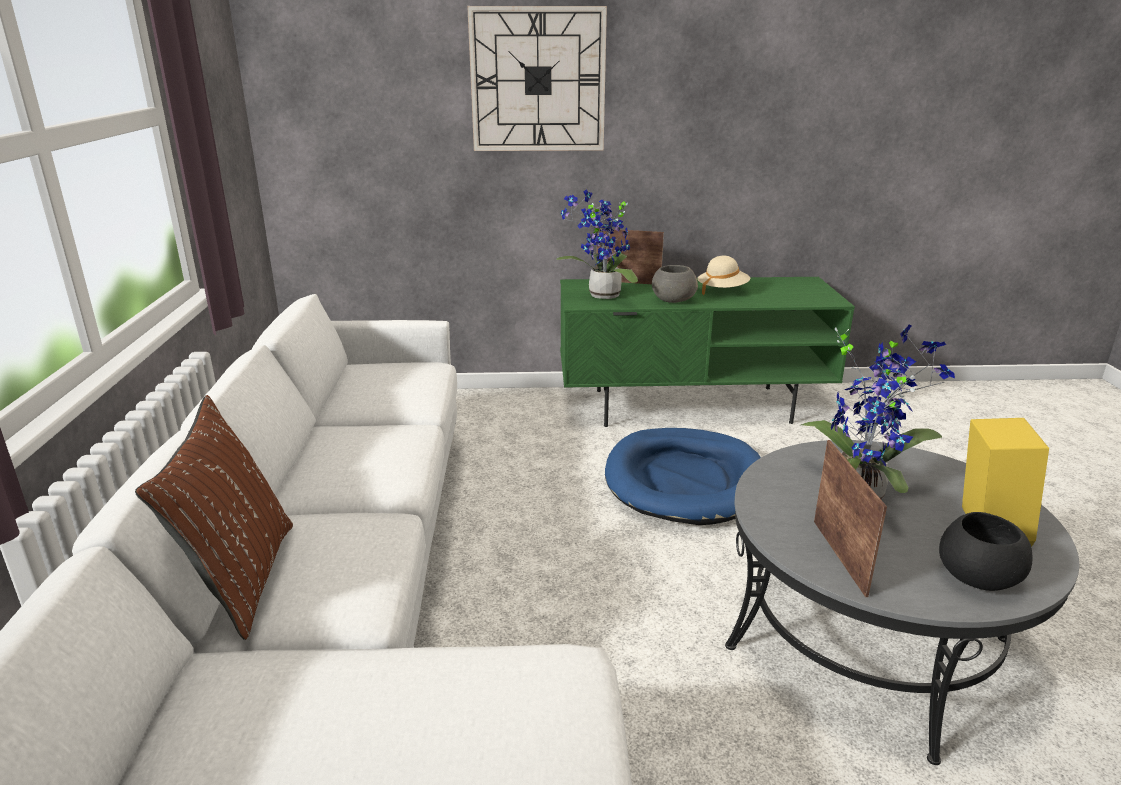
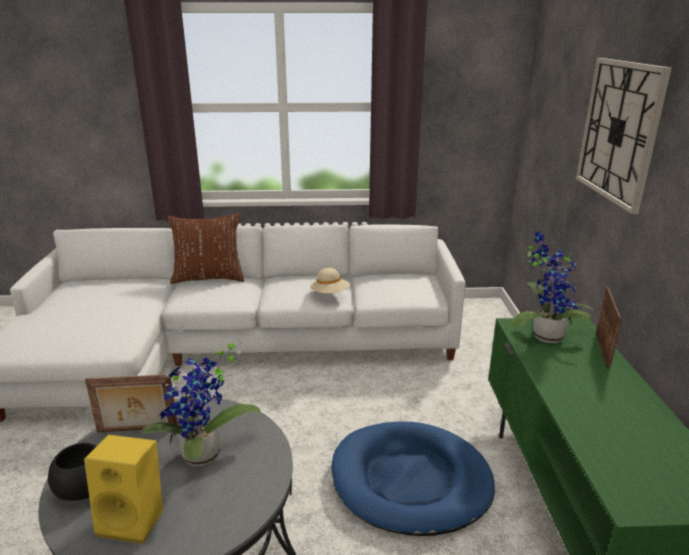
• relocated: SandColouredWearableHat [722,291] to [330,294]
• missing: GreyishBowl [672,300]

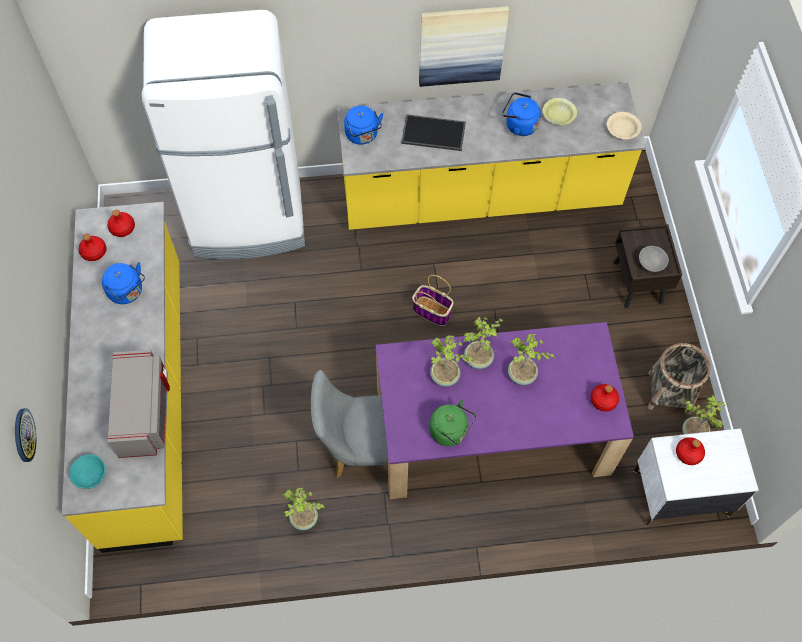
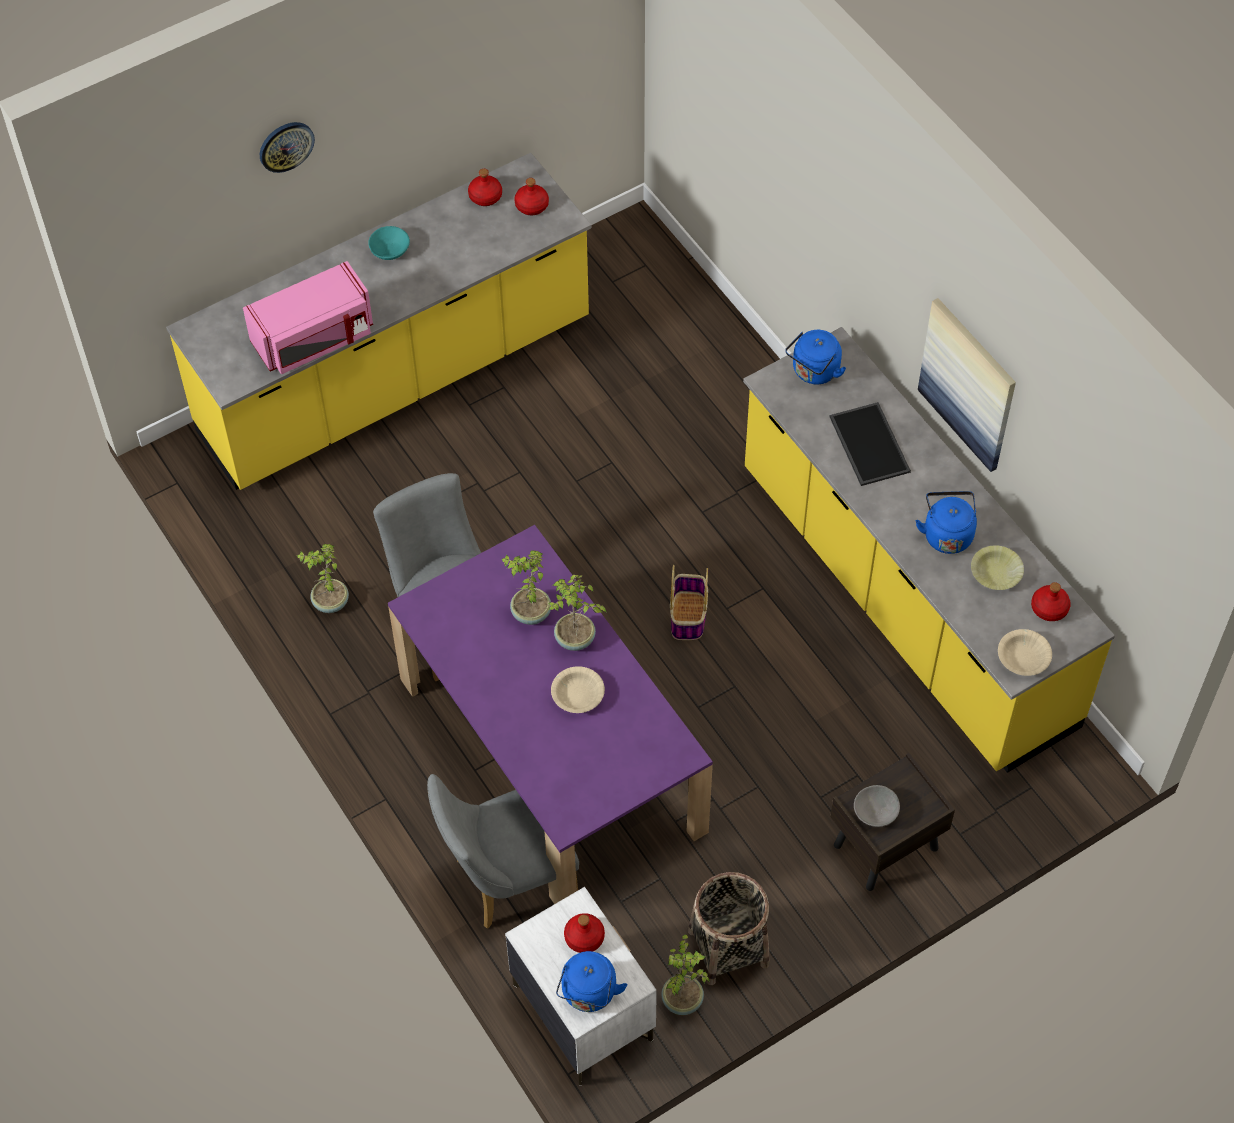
• colour: GreyishMicrowave [145,413] to PinkishMicrowave [314,339]
• relocated: ClockOnTheWall [23,435] to [286,146]
• relocated: BlueGreenBowl [90,475] to [389,251]
• appeared: GreyishUprightChair [507,880]
• exchanged: PlantInAPot [521,376] to SandColouredBowl [578,694]
• relocated: BlueColouredWaterKettle [128,292] to [589,994]
• relocated: ReddishBottle [603,400] to [1048,608]
• missing: WhiteColouredRefrigerator [249,220]
• missing: GreenishWaterKettle [451,432]

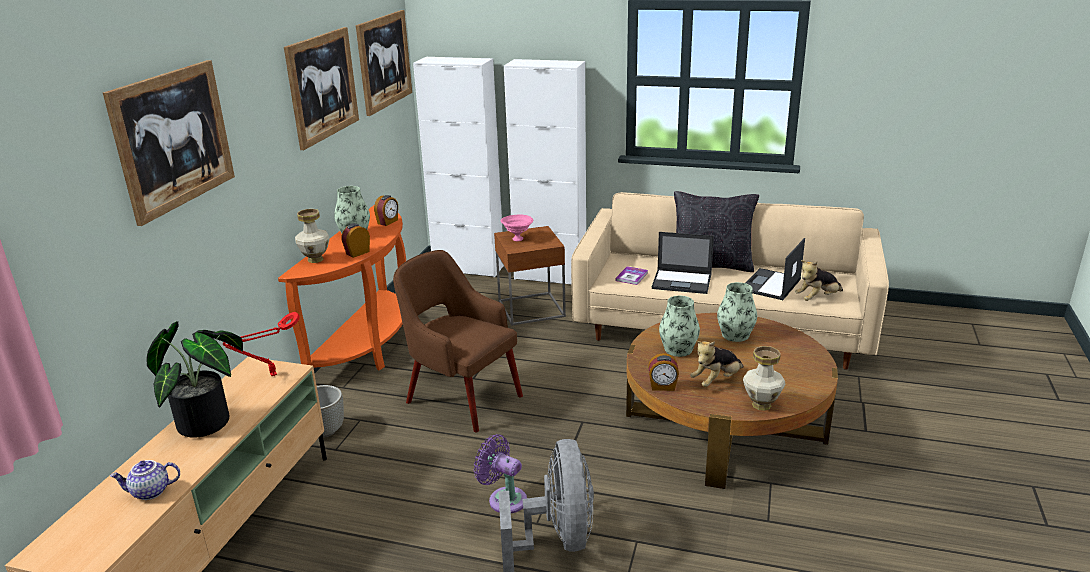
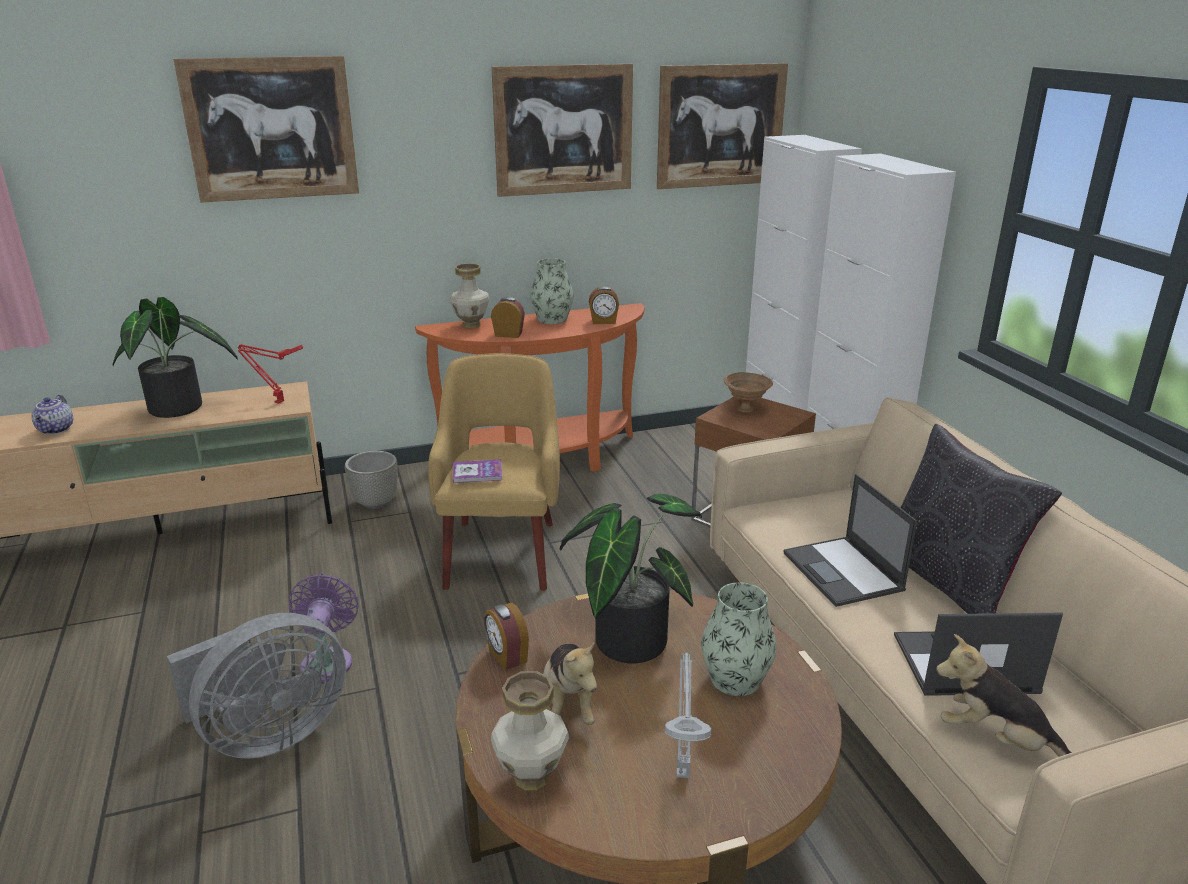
• spun: PotForTea [150,492] = [57,430] 135 degrees counterclockwise
• colour: BrownColouredLoungeChair [461,398] to YellowLoungeChair [502,551]
• relocated: BoundBook [631,276] to [477,473]
• spun: SoftToy [716,381] = [568,703] 120 degrees counterclockwise
• exchanged: FlowerVase [678,349] to PlantInAPot [628,636]
• appeared: GreyishTabletopLamp [682,771]
• colour: PinkishBowl [517,239] to BrownColouredBowl [745,409]

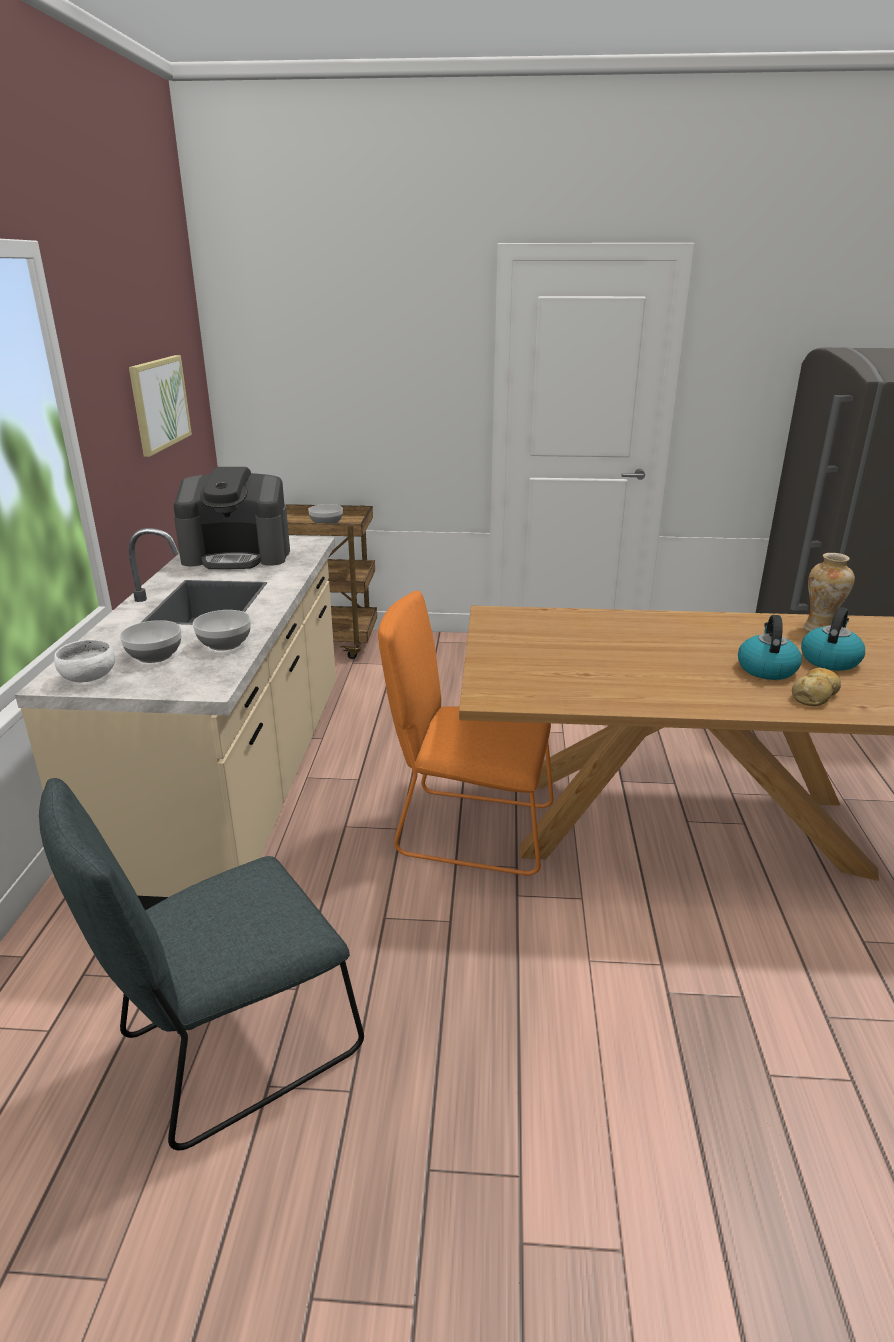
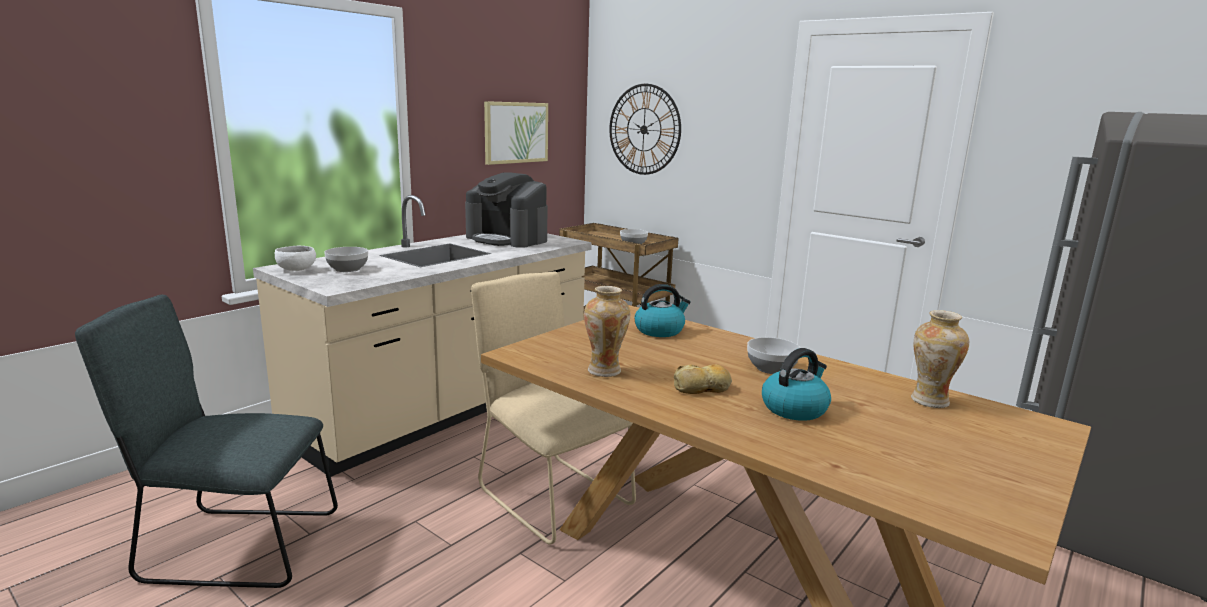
• colour: OrangeUprightChair [467,829] to SandColouredUprightChair [549,494]
• appeared: FlowerVase [605,371]
• appeared: ClockOnTheWall [644,129]
• relocated: WaterKettle [829,660] to [660,330]
• relocated: BakeryBread [815,695] to [702,388]
• relocated: Bowl [225,644] to [771,368]

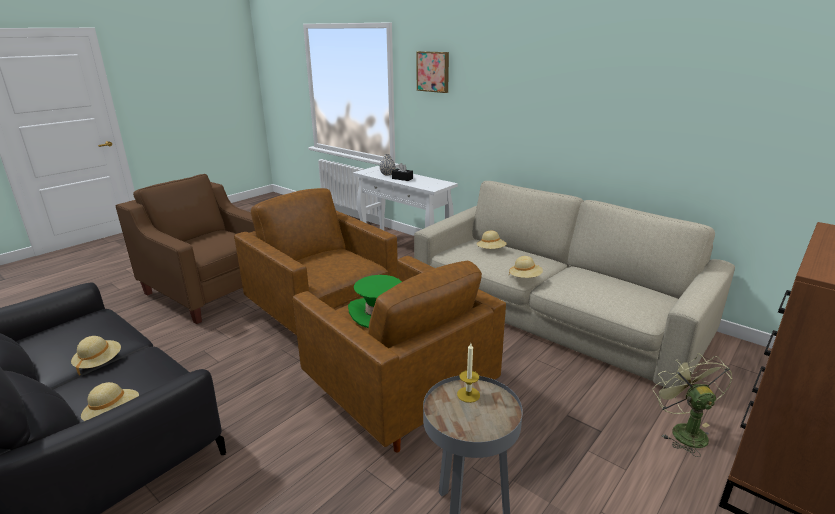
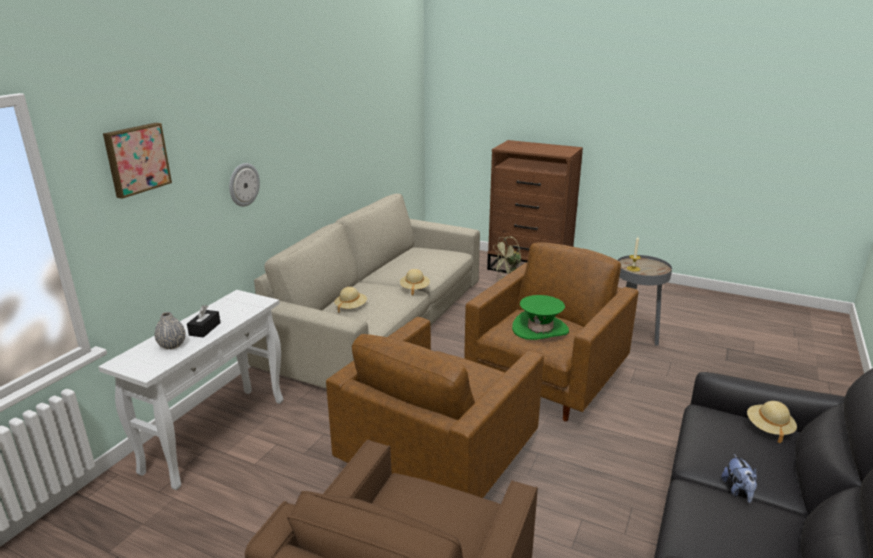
• appeared: ClockOnTheWall [243,184]
• exchanged: SandColouredWearableHat [99,363] to SoftToy [738,491]

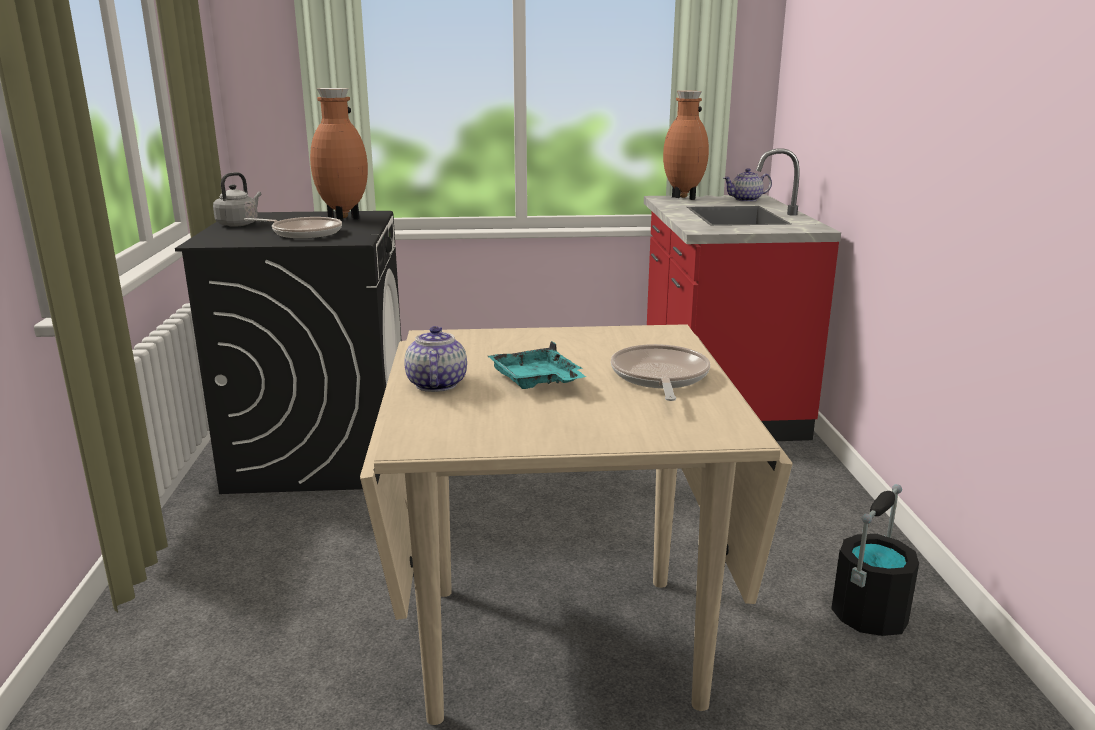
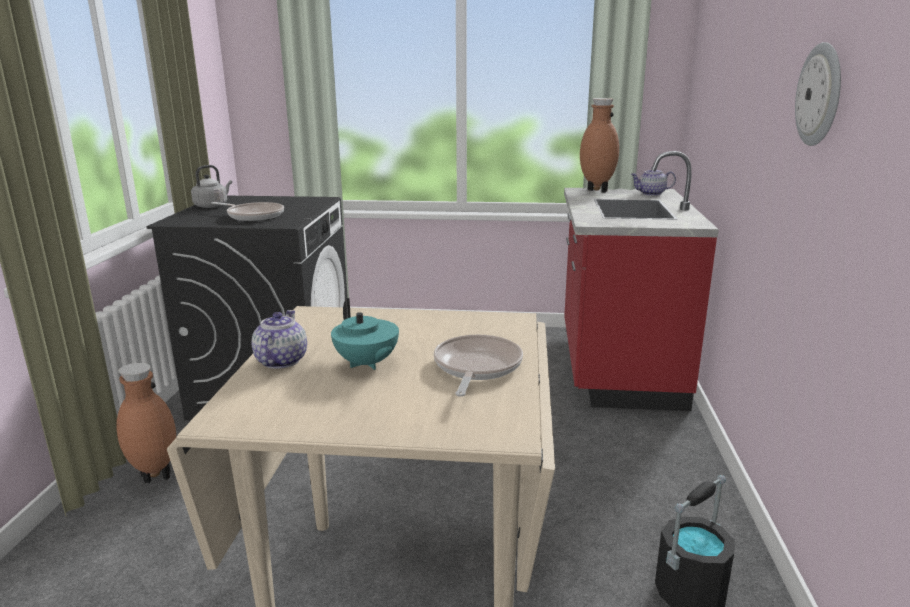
• relocated: BrownColouredFlowerVase [343,219] to [154,477]
• exchanged: BlueGreenServingTray [536,381] to BlueGreenPotForTea [366,363]
• appeared: ClockOnTheWall [820,95]

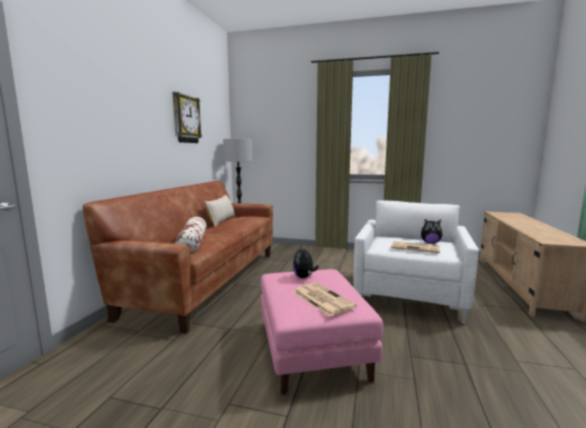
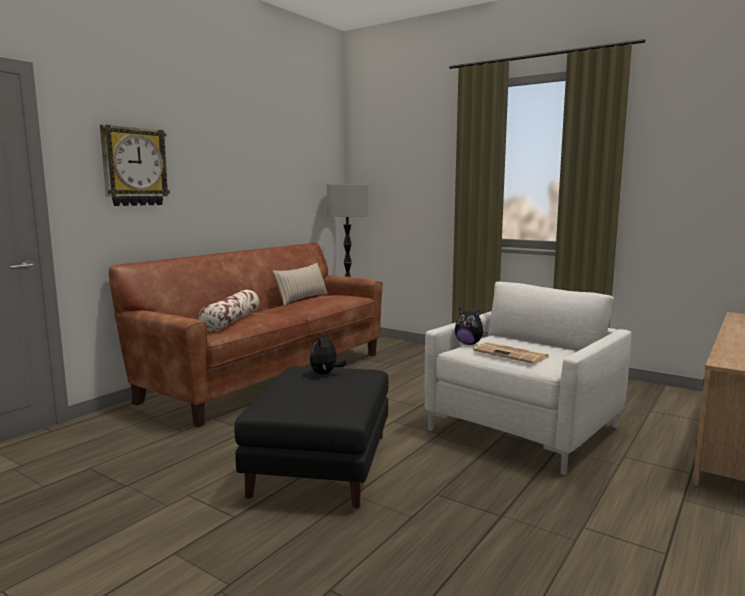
• relocated: ClockOnTheWall [185,119] to [134,167]
• colour: PinkishFootrest [313,350] to BlackFootrest [321,466]
• relocated: SoftToy [430,243] to [469,344]
• missing: PrintedPaper [322,299]

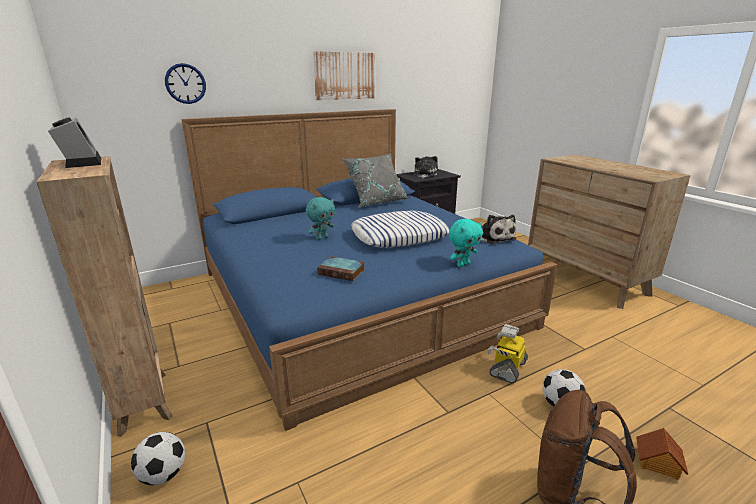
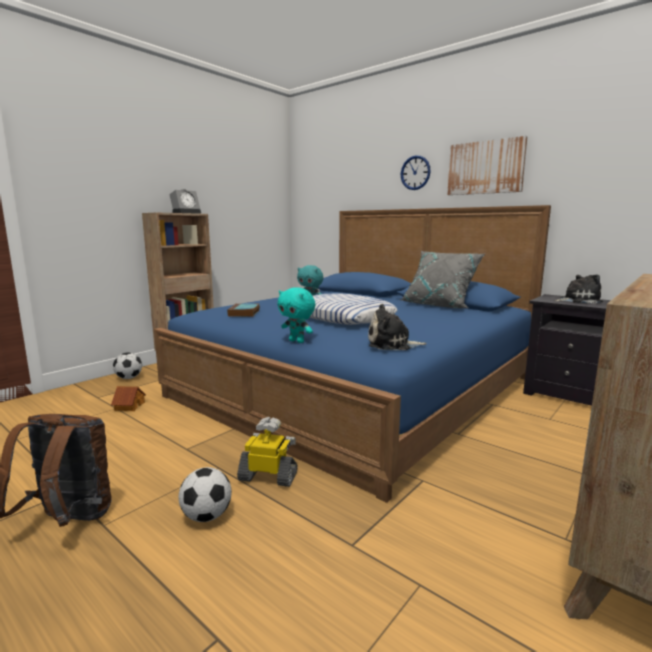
• relocated: MiniatureHouse [657,462] to [129,406]
• spun: SoftToy [494,237] = [392,344] 45 degrees clockwise
• relocated: ClockOnTheWall [185,83] to [415,173]

